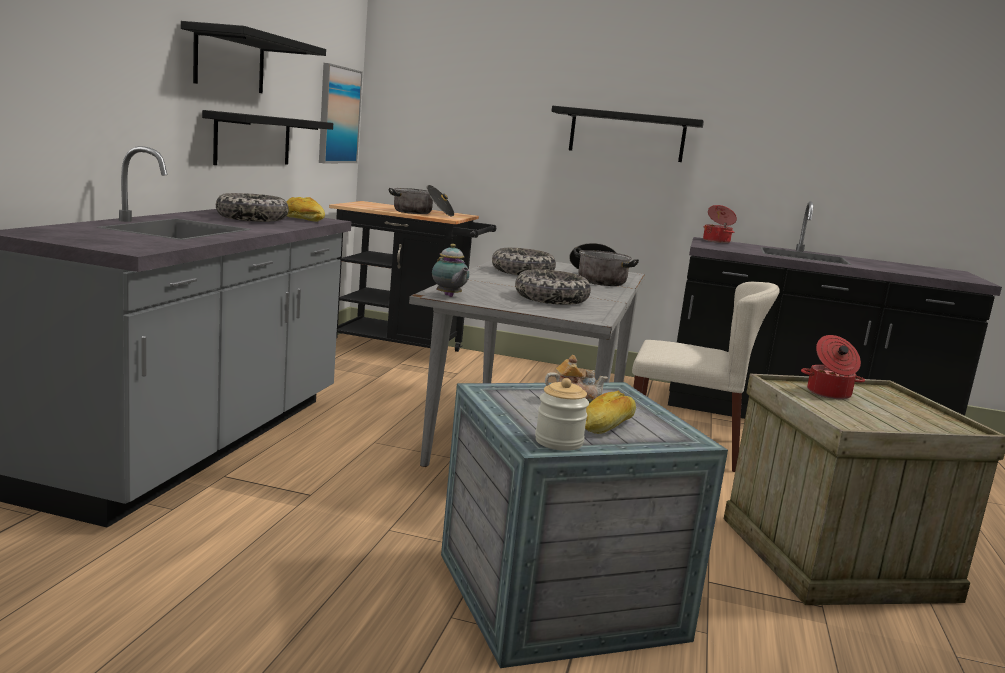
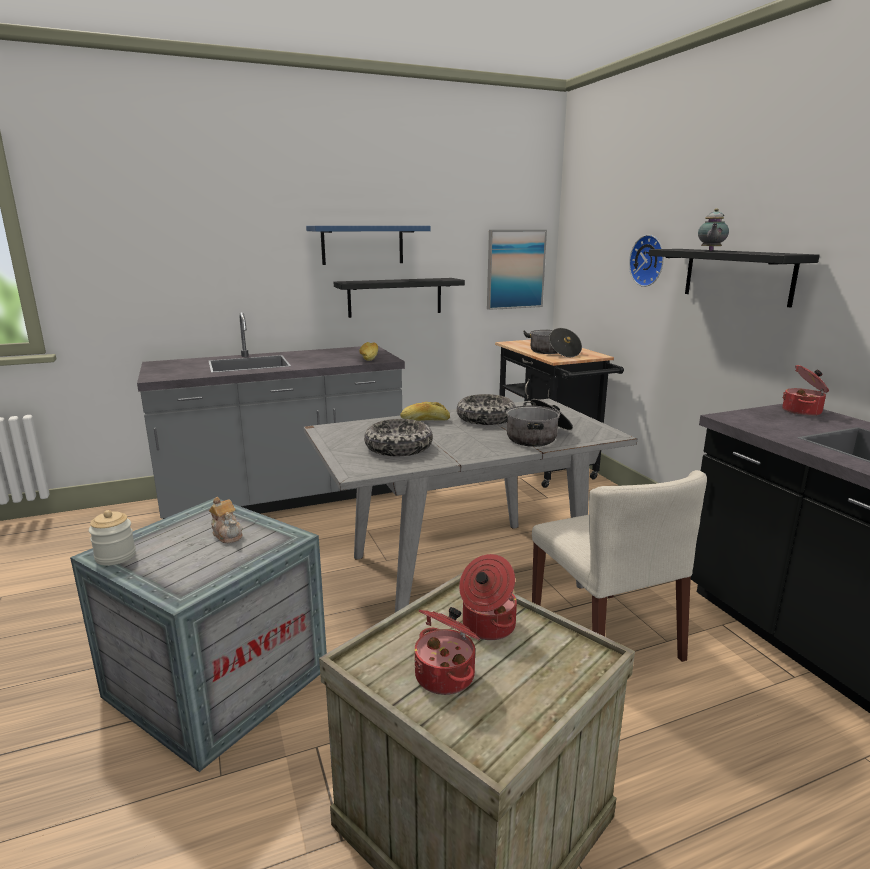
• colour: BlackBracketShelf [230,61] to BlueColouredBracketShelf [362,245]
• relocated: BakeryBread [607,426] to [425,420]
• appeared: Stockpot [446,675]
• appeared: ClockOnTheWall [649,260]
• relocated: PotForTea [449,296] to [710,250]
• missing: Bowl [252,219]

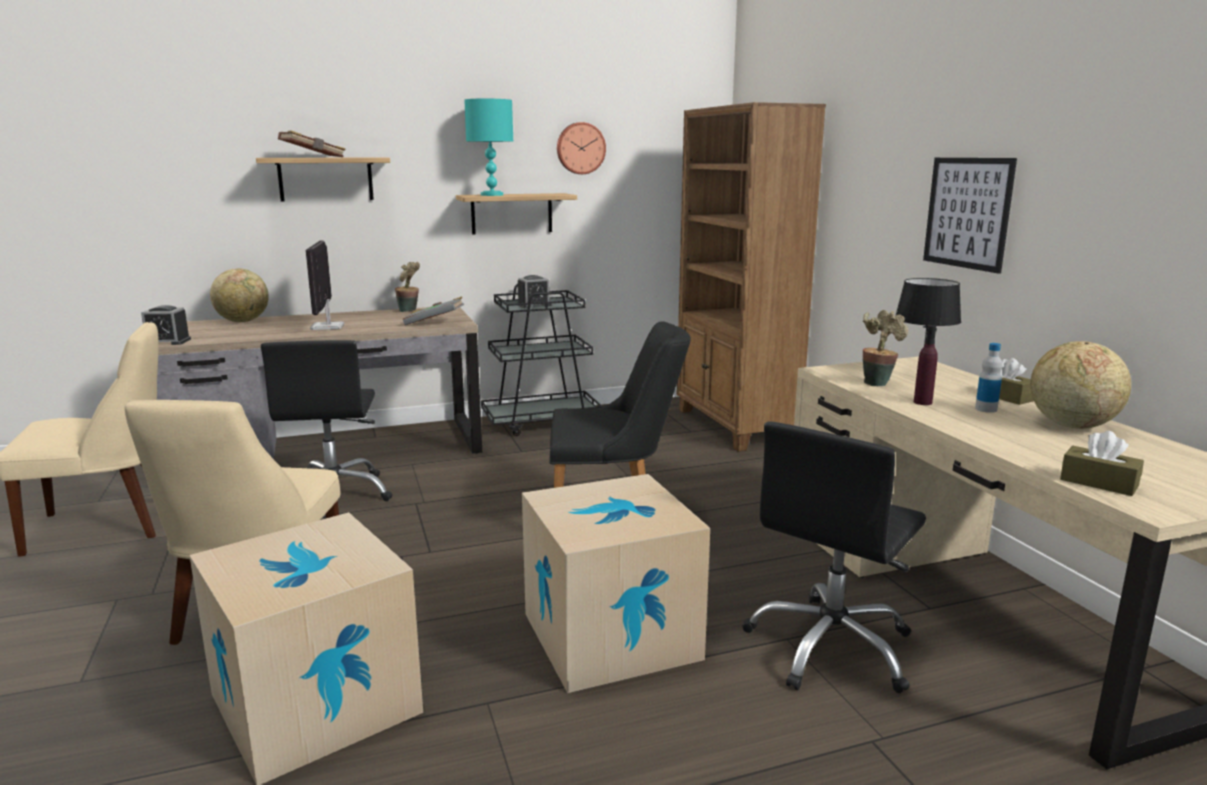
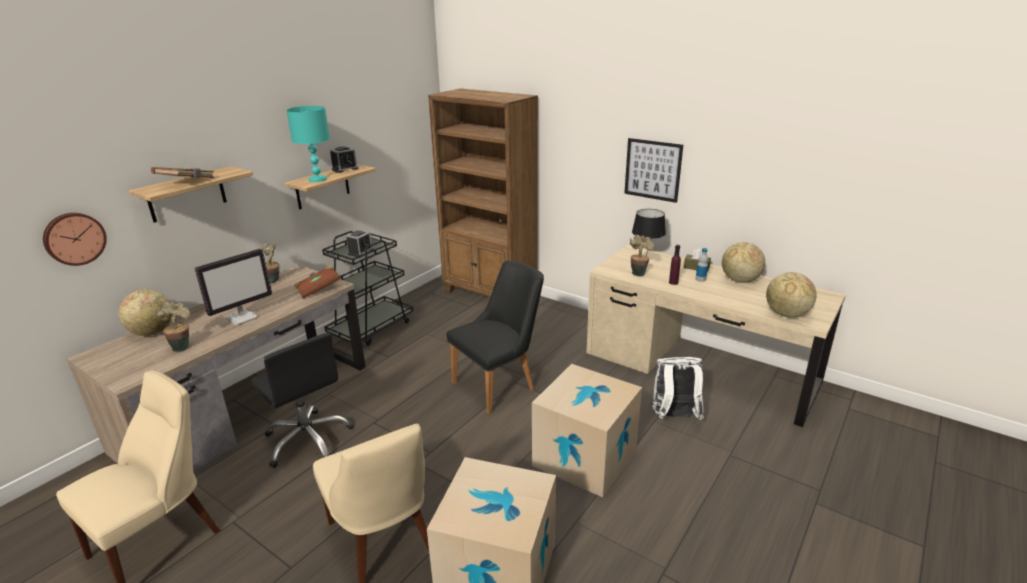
• relocated: ClockOnTheWall [580,148] to [74,238]
• appeared: PlantInAPot [181,347]
• spun: Monitor [327,327] = [243,317] 90 degrees counterclockwise
• colour: GreyishBoundBook [434,323] to BrownColouredBoundBook [318,289]
• relocated: BedsideClock [167,342] to [345,169]
• exchanged: BlackDeskChair [831,647] to WhiteColouredRucksack [674,417]
• exchanged: BrownColouredTissueBox [1098,482] to Globe [786,314]

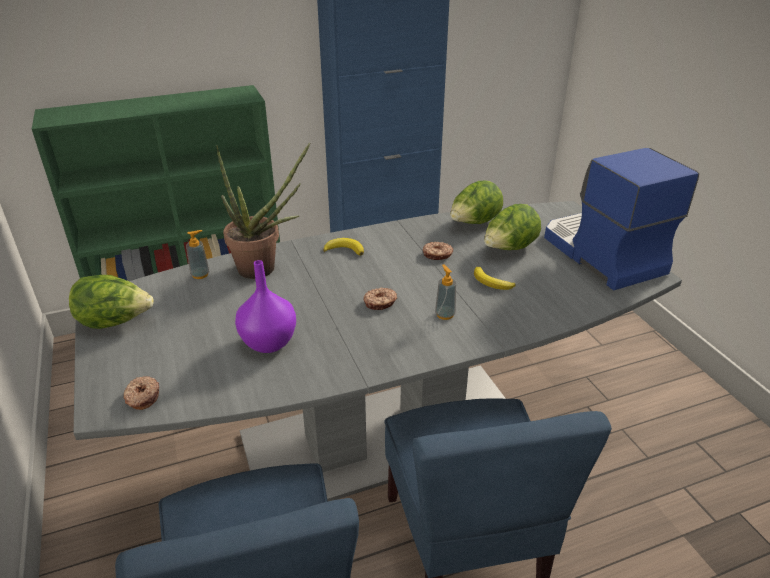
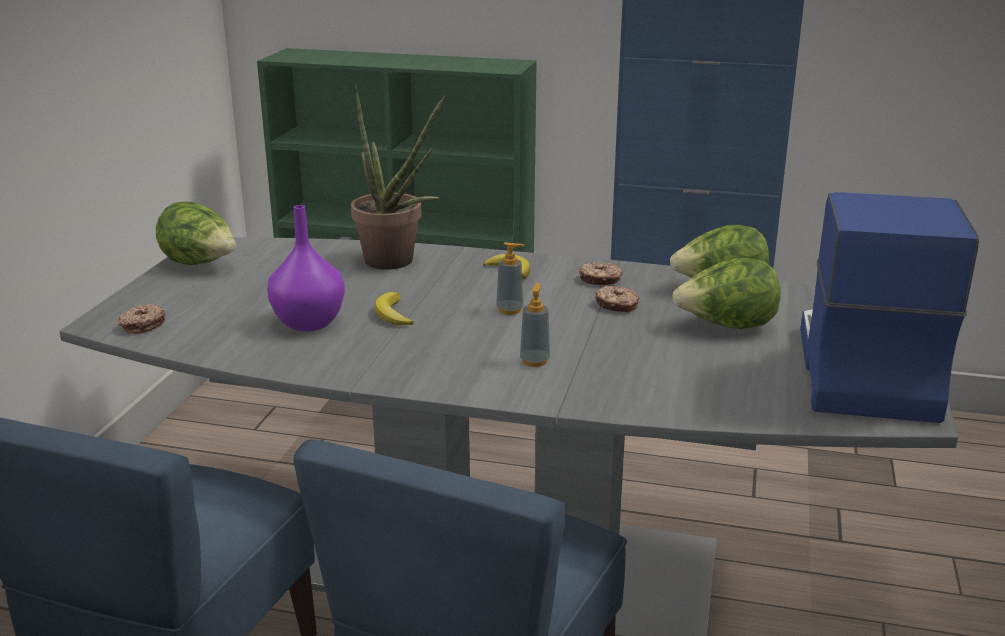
• relocated: BananaFruit [491,282] to [392,314]
• relocated: SoapBottle [200,275] to [510,310]
• relocated: Donut [380,303] to [600,280]

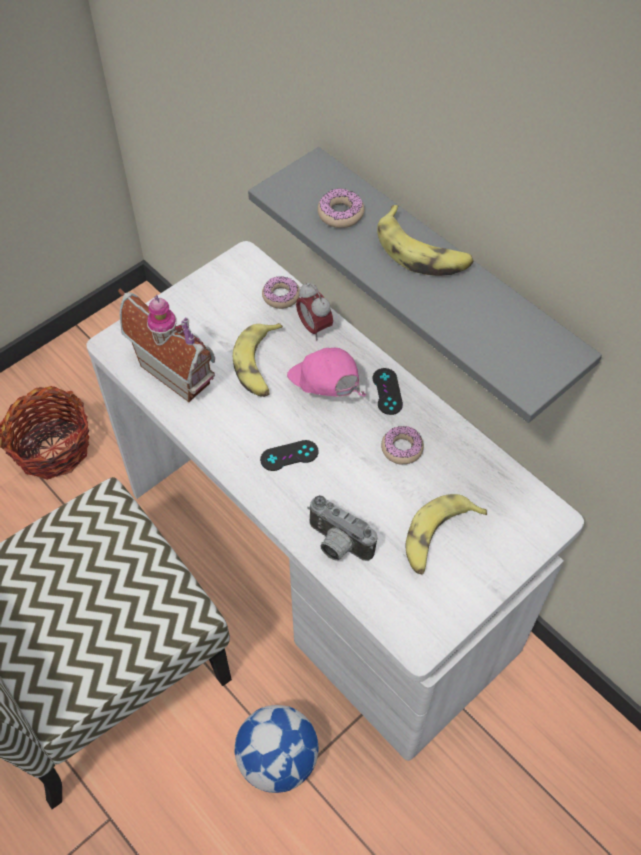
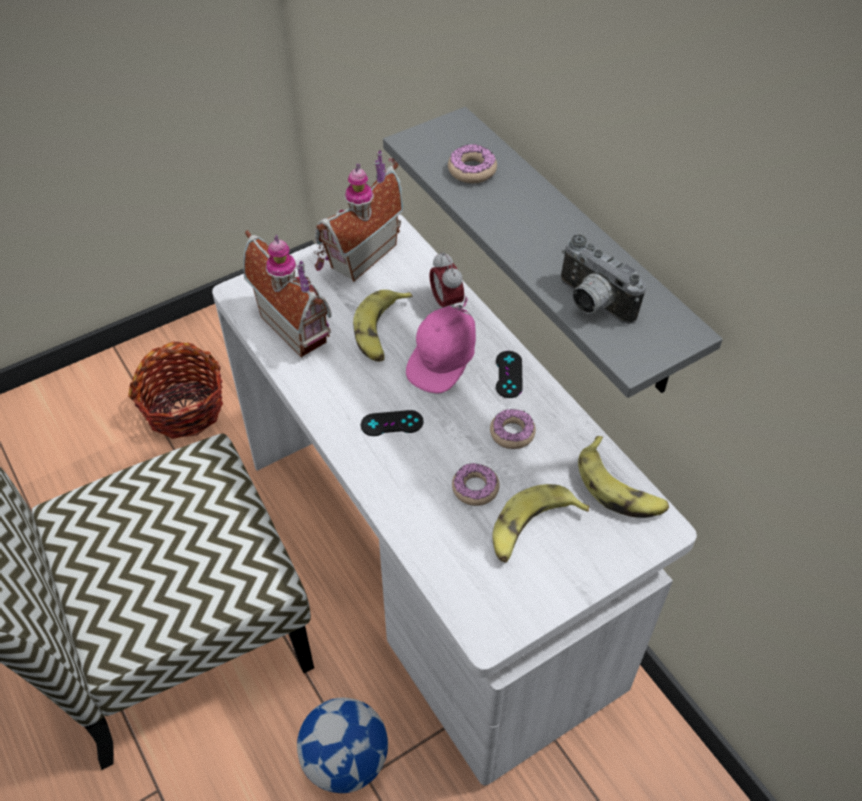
• appeared: MiniatureHouse [357,255]
• spun: PinkishBaseballCap [325,388] = [444,362] 120 degrees counterclockwise
• relocated: Donut [281,296] to [475,488]
• relocated: PhotoCamera [336,544] to [591,303]
• relocated: BananaFruit [422,252] to [620,488]

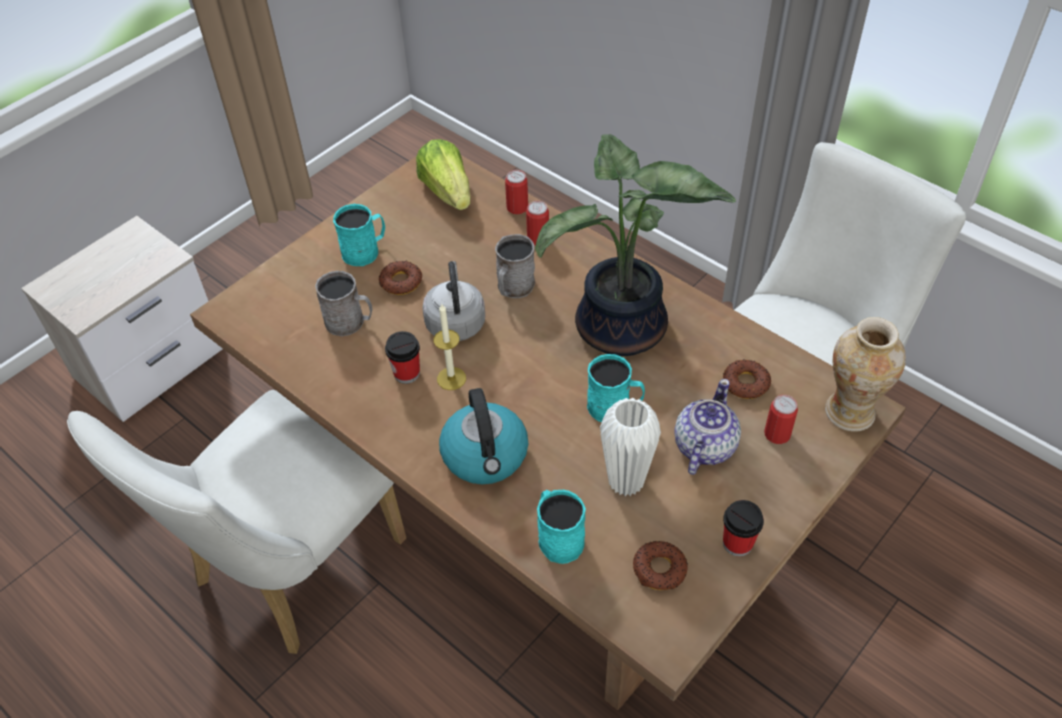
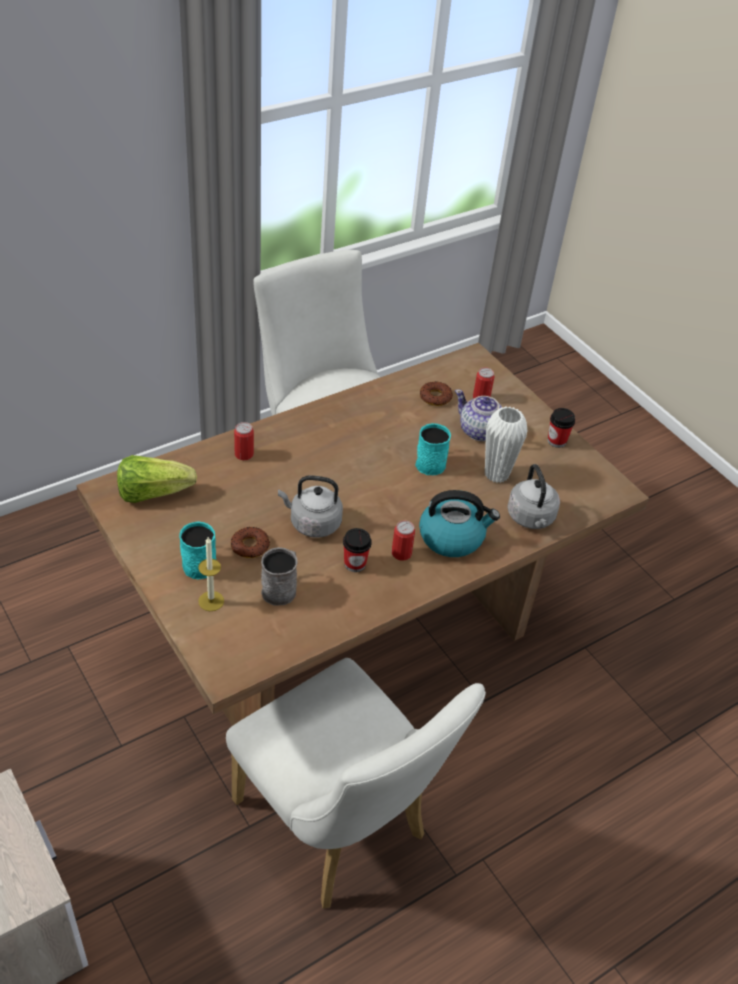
• relocated: WaxLight [451,378] to [211,601]
• relocated: Can [517,207] to [401,553]
• exchanged: BlueGreenCoffeeMug [558,537] to GreyishWaterKettle [531,518]
• missing: GreyishCoffeeMug [513,288]
• missing: PlantInAPot [621,332]
• missing: Donut [659,569]
• missing: FlowerVase [850,413]

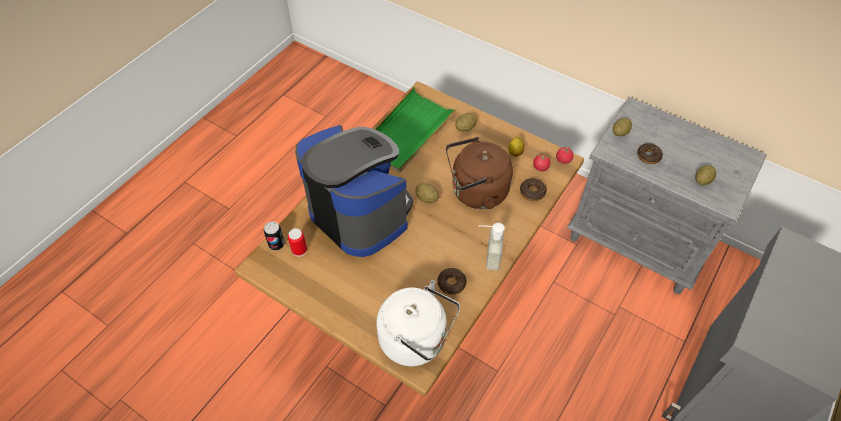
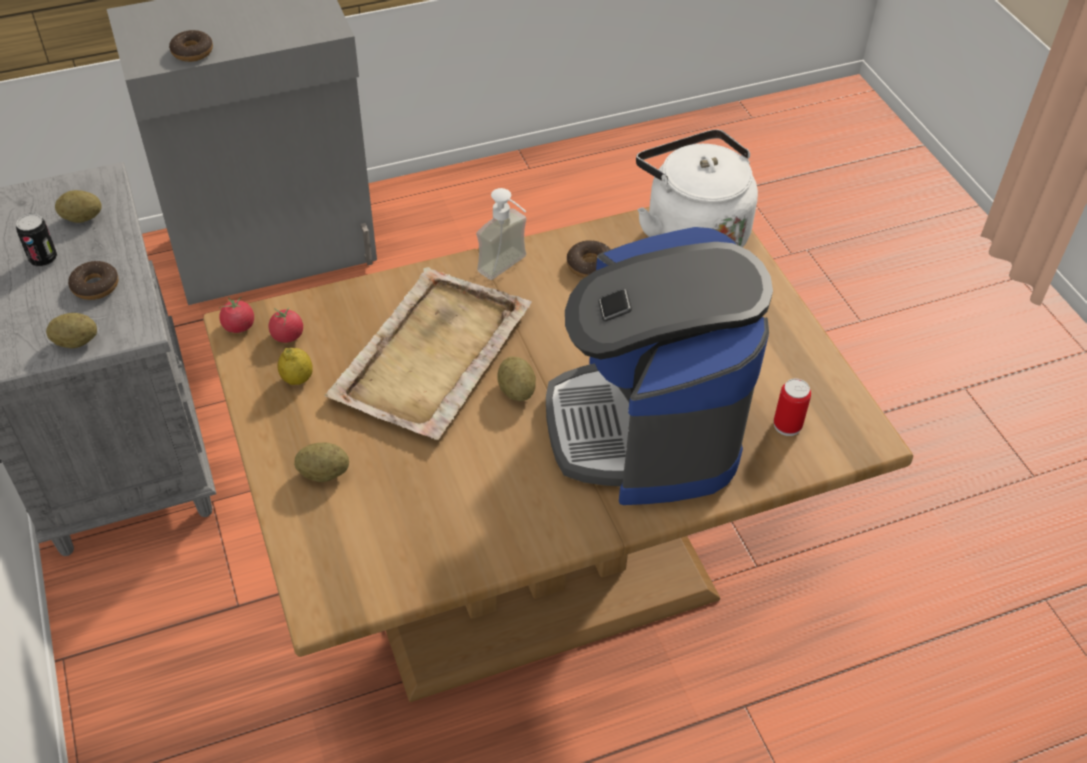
• relocated: Can [276,244] to [43,259]
• relocated: Donut [532,192] to [192,52]
• exchanged: BrownColouredWaterKettle [476,192] to SandColouredServingTray [430,356]
• missing: GreenishServingTray [408,132]

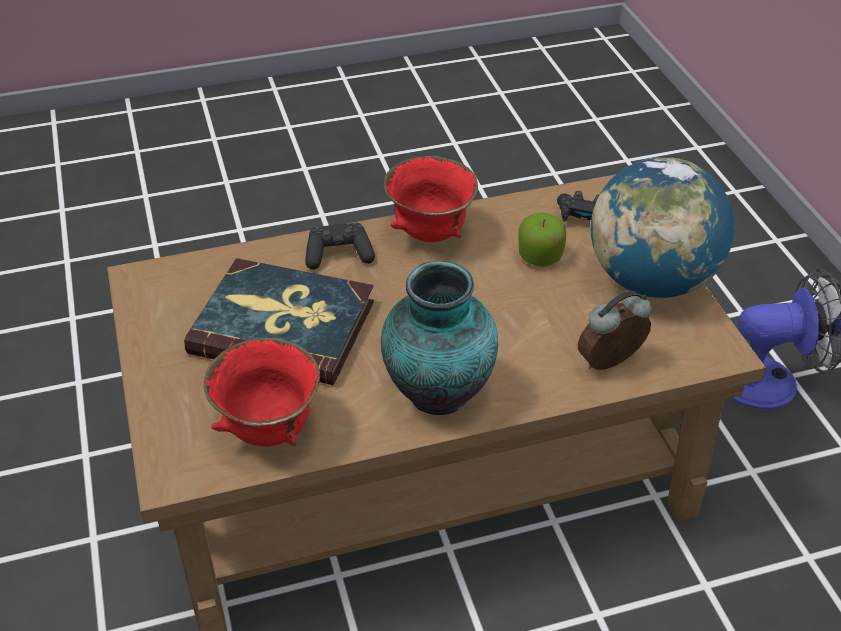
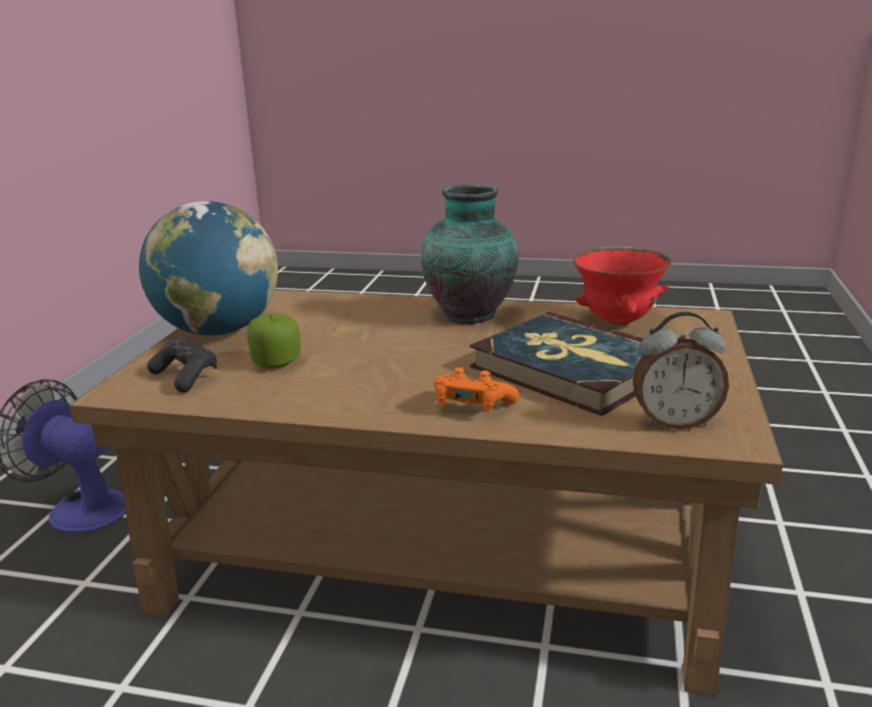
• colour: BlackJoypad [339,255] to OrangeJoypad [472,406]
• relocated: BedsideClock [611,364] to [675,422]
• missing: ReddishBowl [430,235]

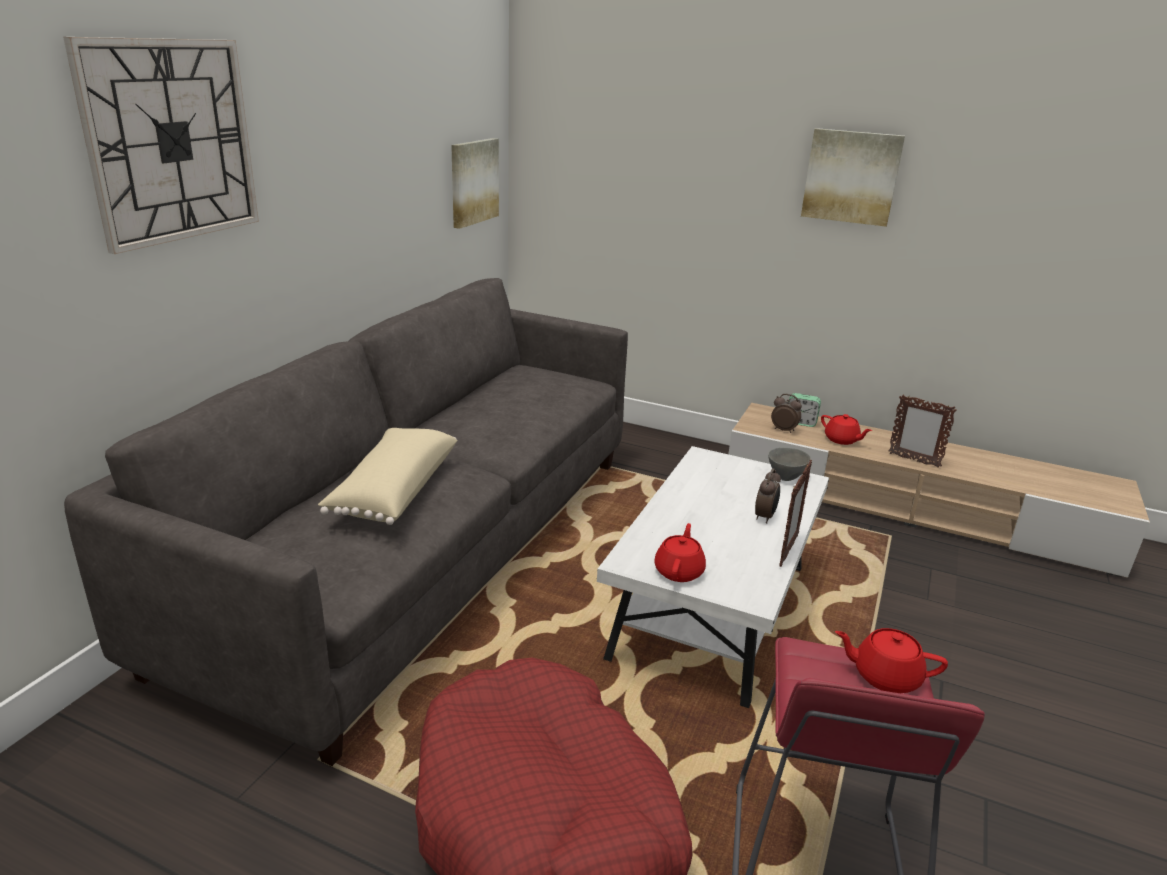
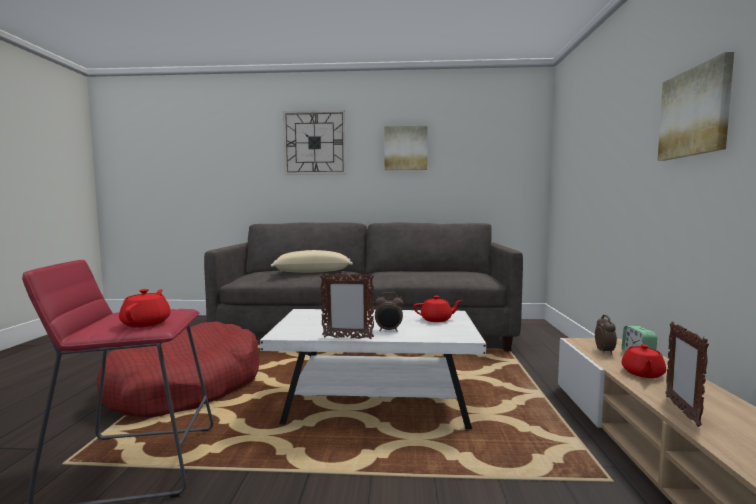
• relocated: WallPicture [473,182] to [405,148]
• relocated: ReddishPotForTea [679,571] to [437,319]
• missing: GreyishBowl [785,477]

